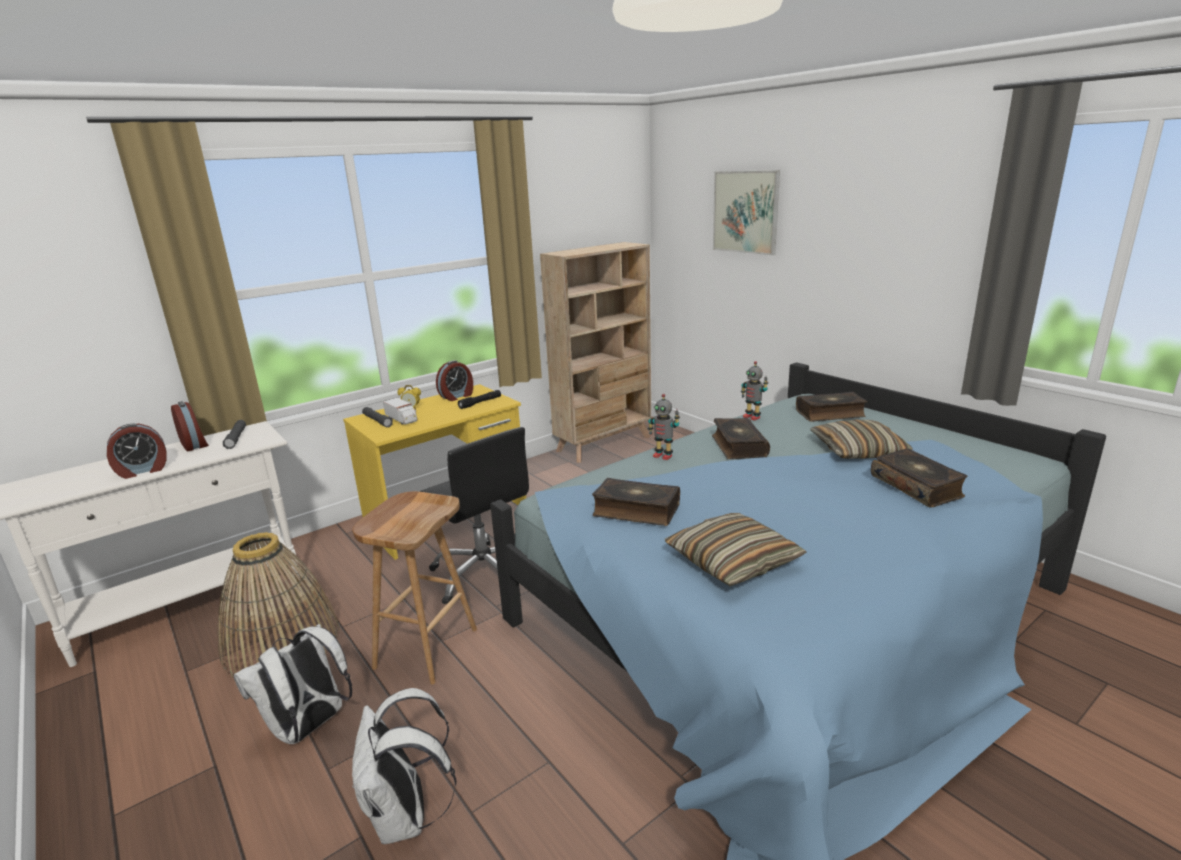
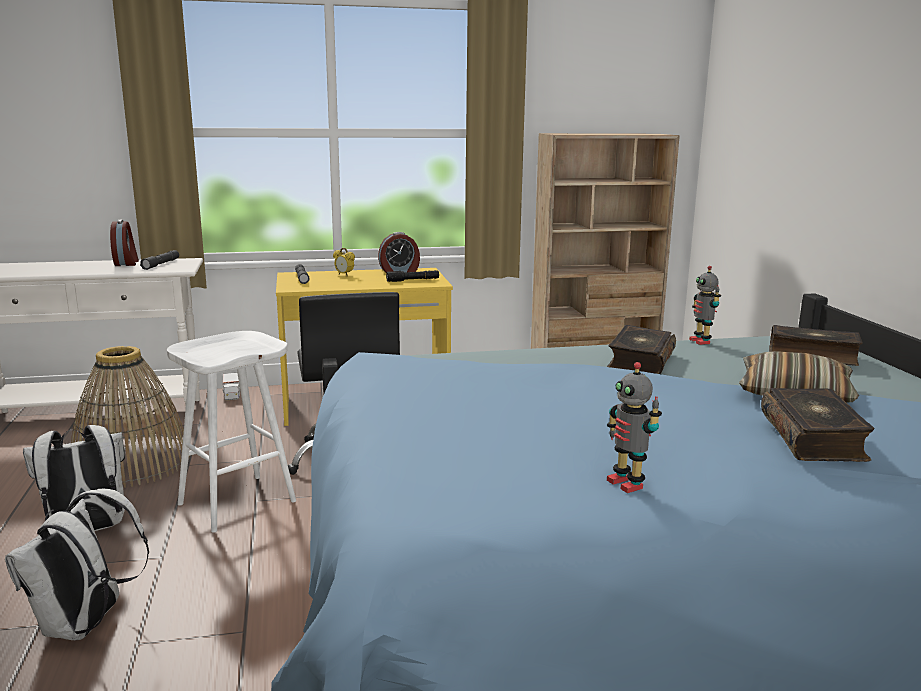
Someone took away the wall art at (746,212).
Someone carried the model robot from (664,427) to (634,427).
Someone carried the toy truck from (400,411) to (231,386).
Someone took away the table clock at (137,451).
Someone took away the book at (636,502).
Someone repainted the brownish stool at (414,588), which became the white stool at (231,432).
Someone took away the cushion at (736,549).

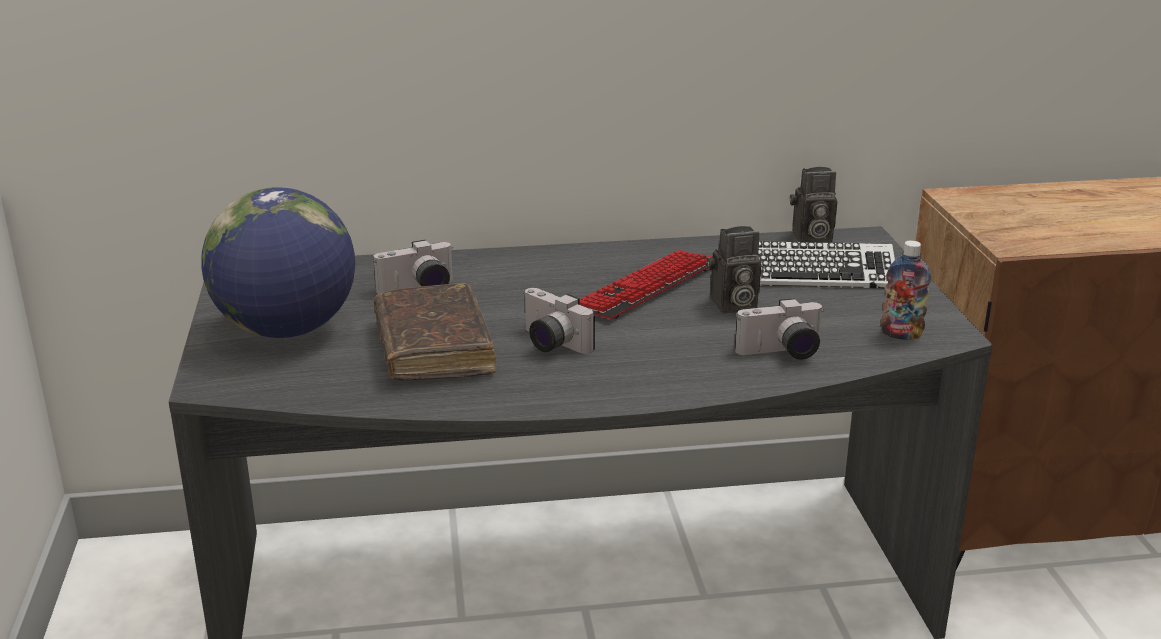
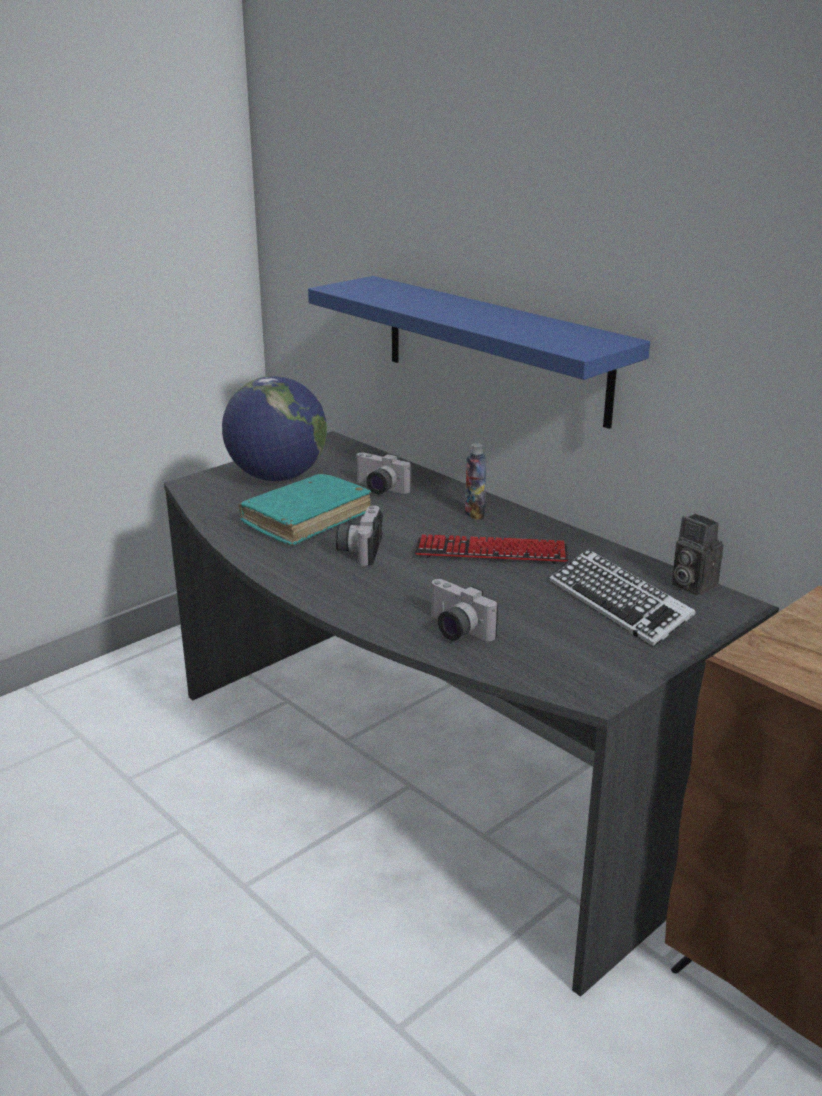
Someone took away the photo camera at (734,269).
Someone carried the drink bottle from (906,290) to (475,481).
Someone repainted the brownish book at (435,331), which became the turquoise-coloured book at (305,510).
Someone put up the blue-coloured shelf at (479,352).

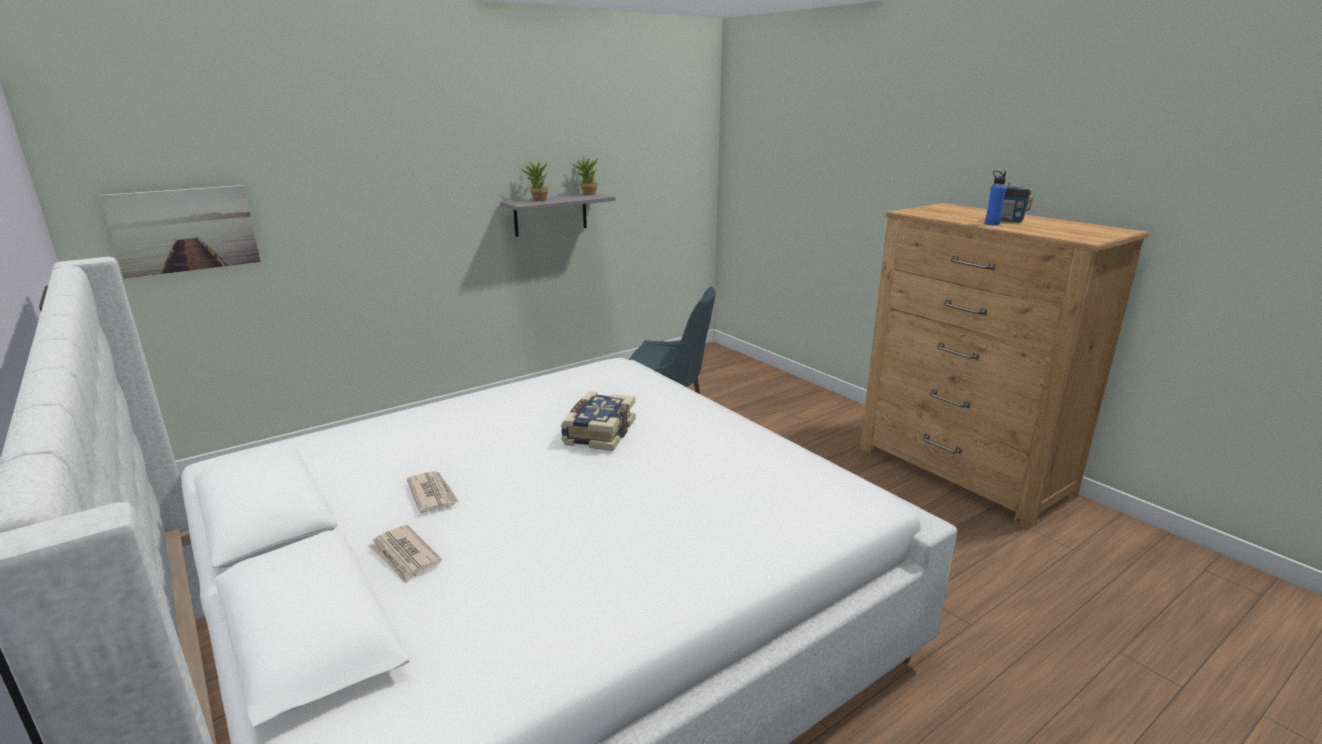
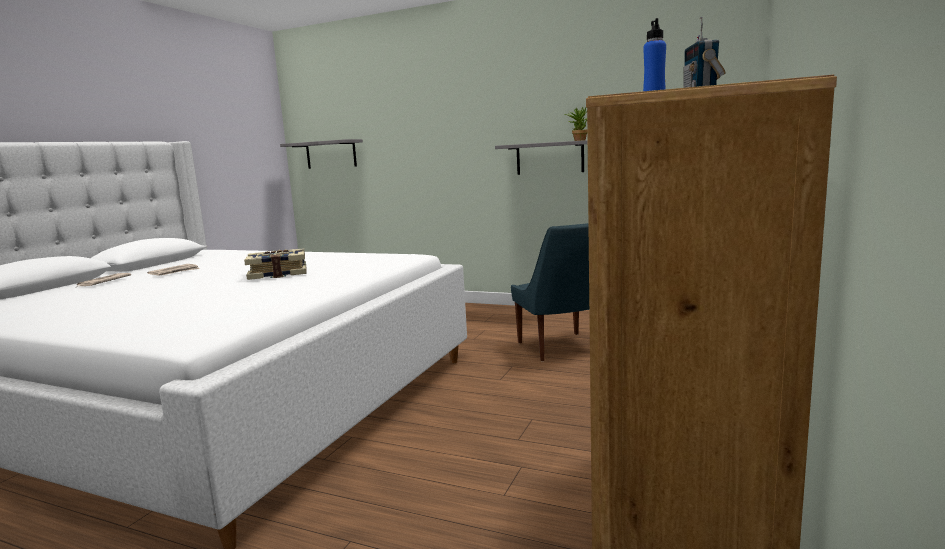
Someone took away the potted plant at (534,180).
Someone swapped the wall art at (180,231) for the gray shelf at (321,154).

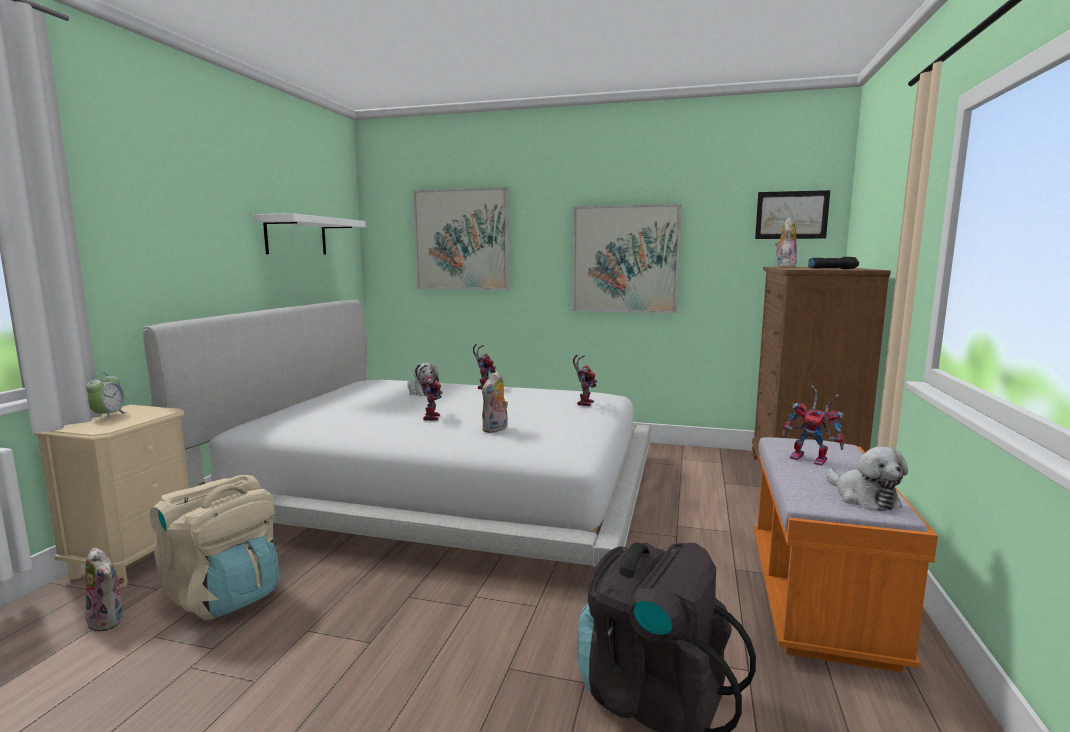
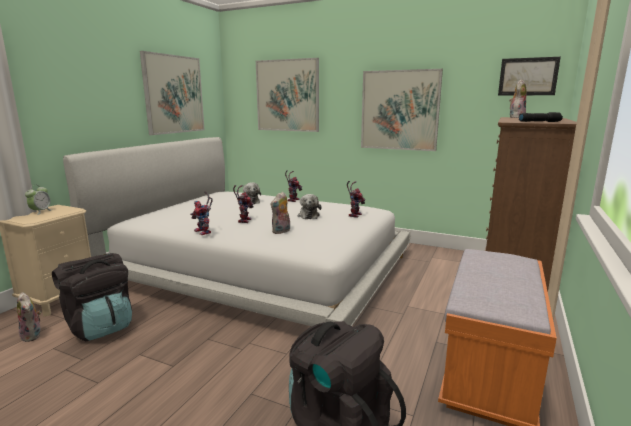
Someone swapped the white shelf at (309,234) for the wall art at (172,93).
Someone carried the model robot from (813,425) to (201,213).
Someone carried the cuddly toy from (867,478) to (310,206).
Someone repainted the beige knapsack at (214,547), which became the blackish knapsack at (92,297).

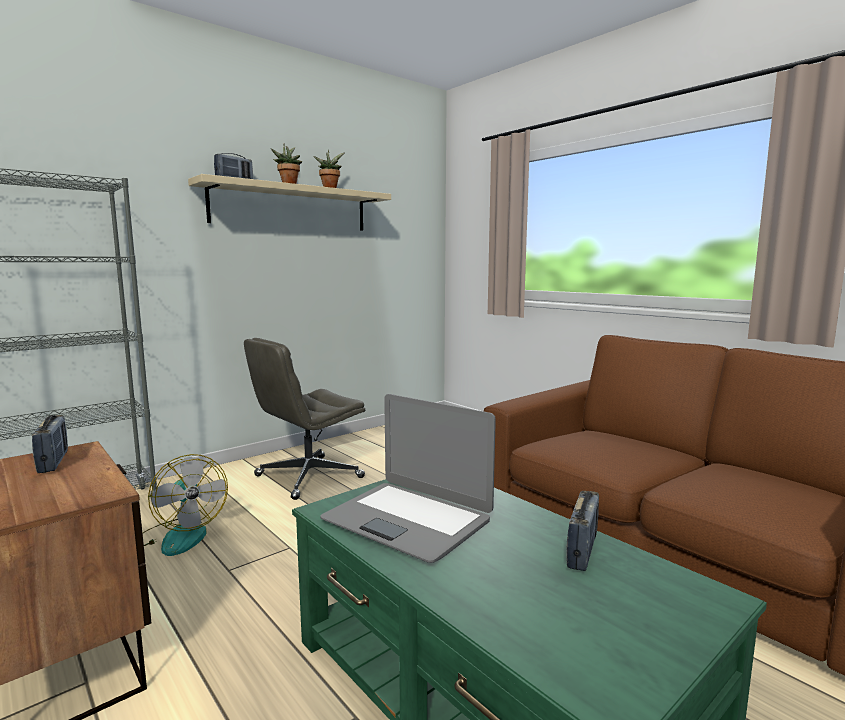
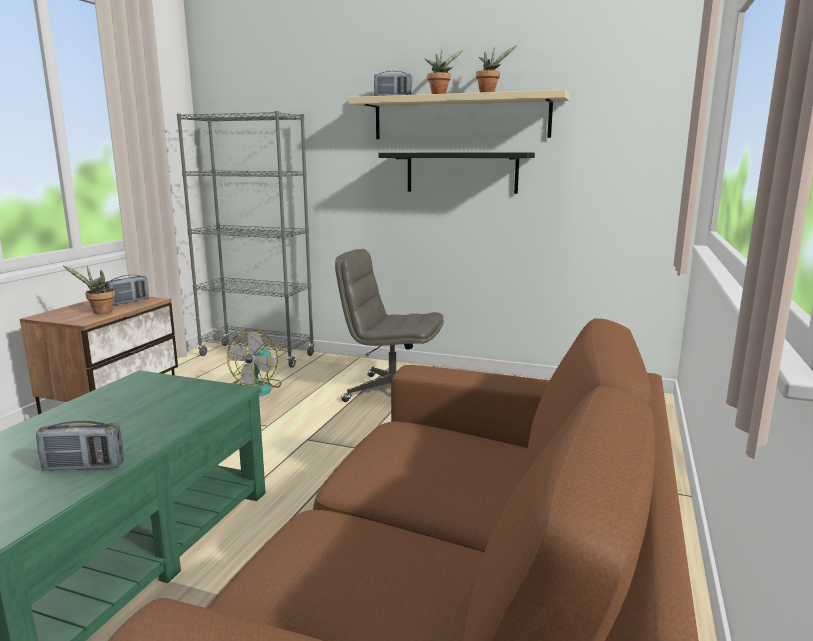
Someone took away the notebook computer at (408,478).
Someone put up the blackish shelf at (456,173).
Someone put down the potted plant at (89,290).

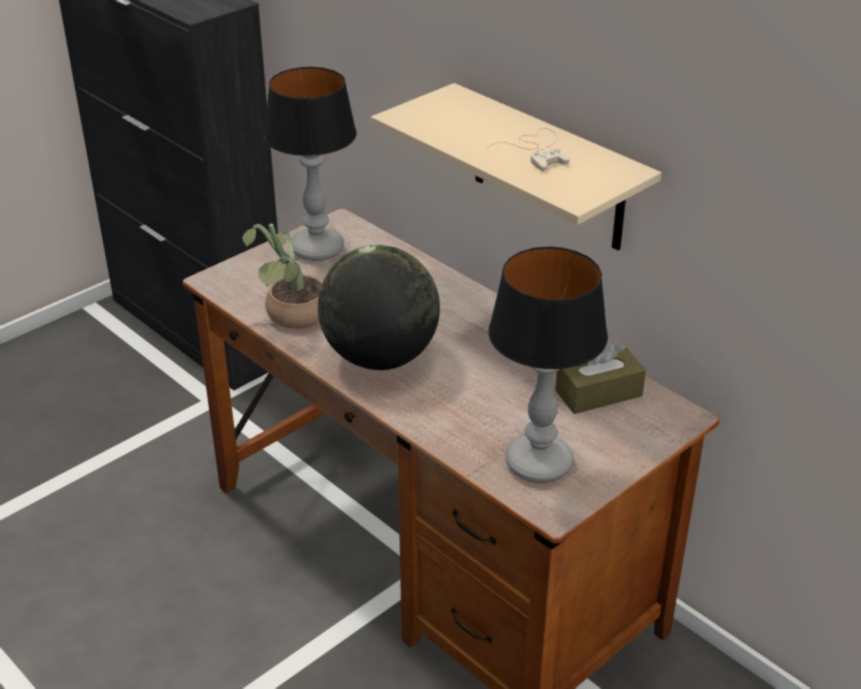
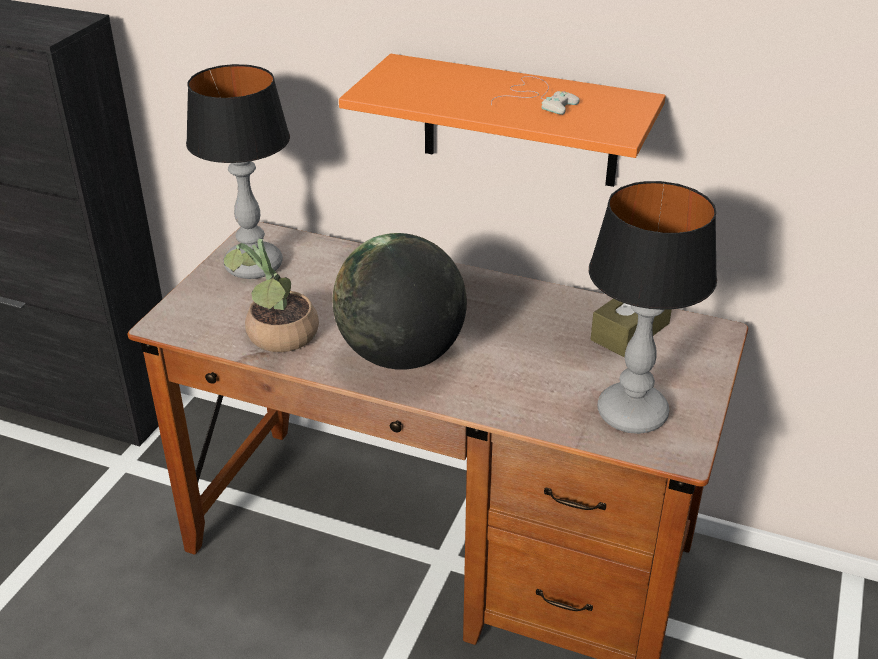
Someone repainted the beige shelf at (516,166), which became the orangey shelf at (502,120).

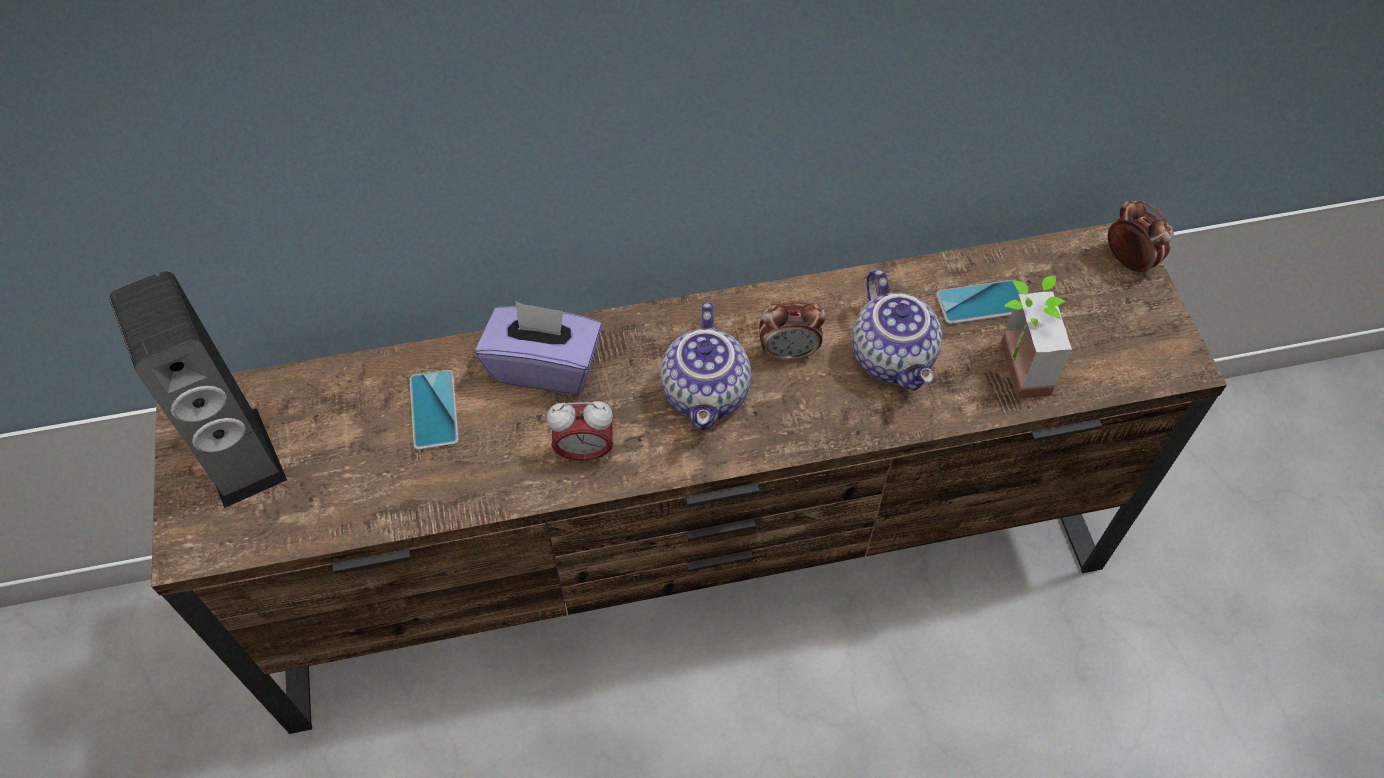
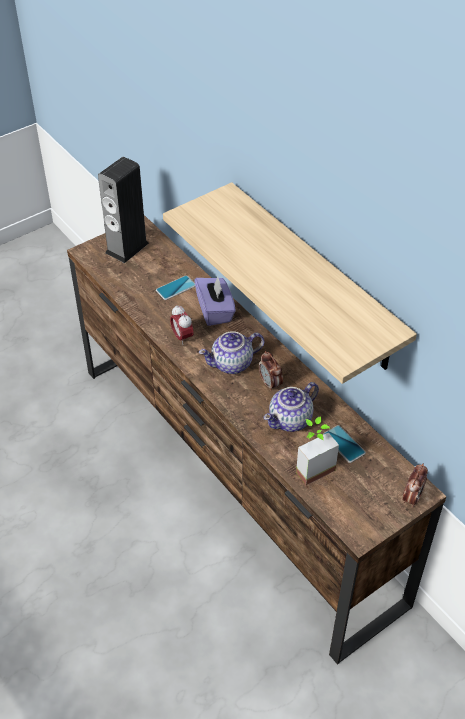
Someone put up the shelf at (290,283).

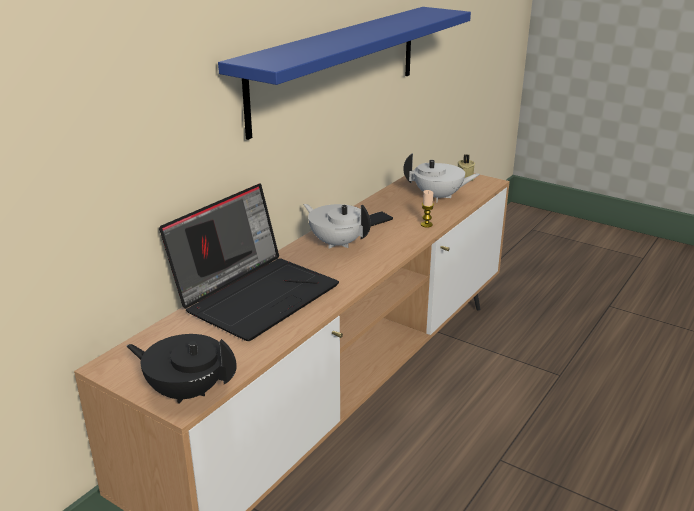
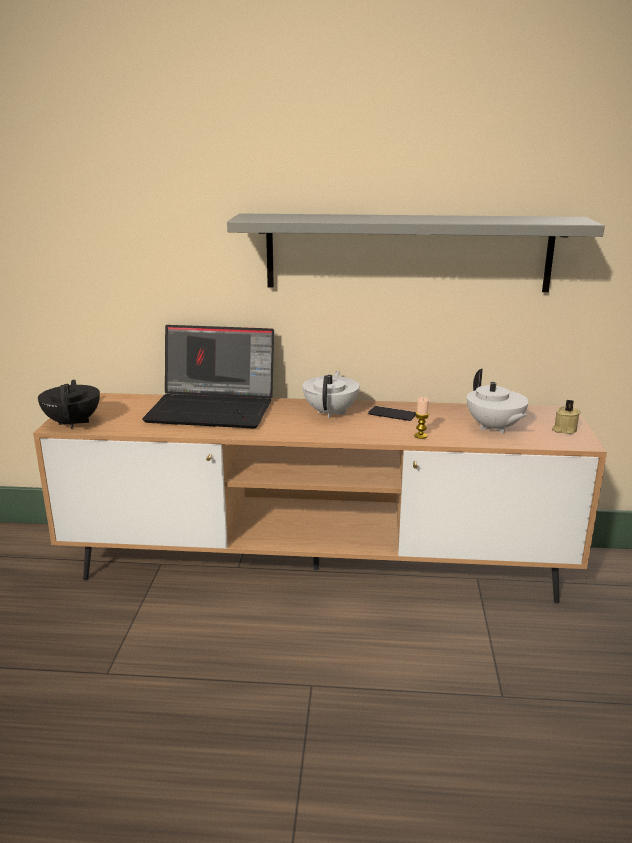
Someone repainted the blue-coloured shelf at (344,73), which became the gray shelf at (416,252).

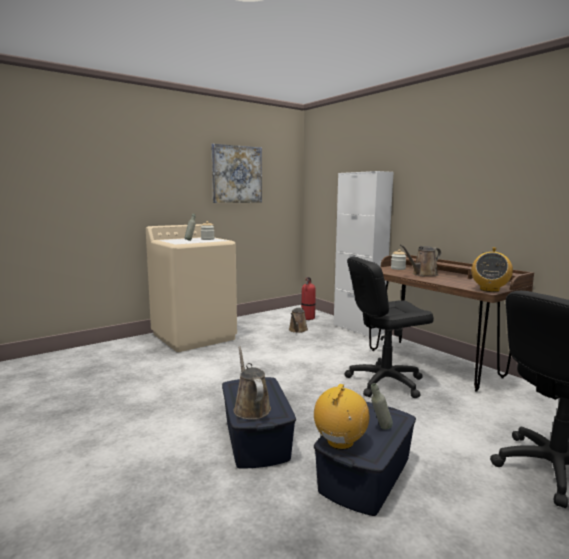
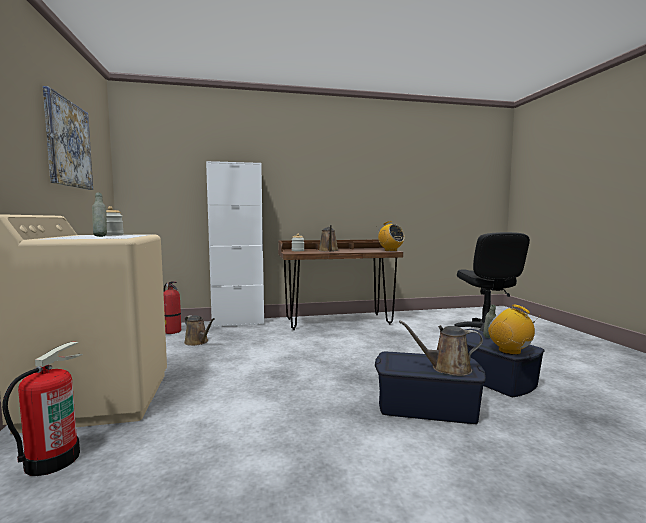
Someone took away the blackish desk chair at (389,327).
Someone put down the extinguisher at (42,409).

